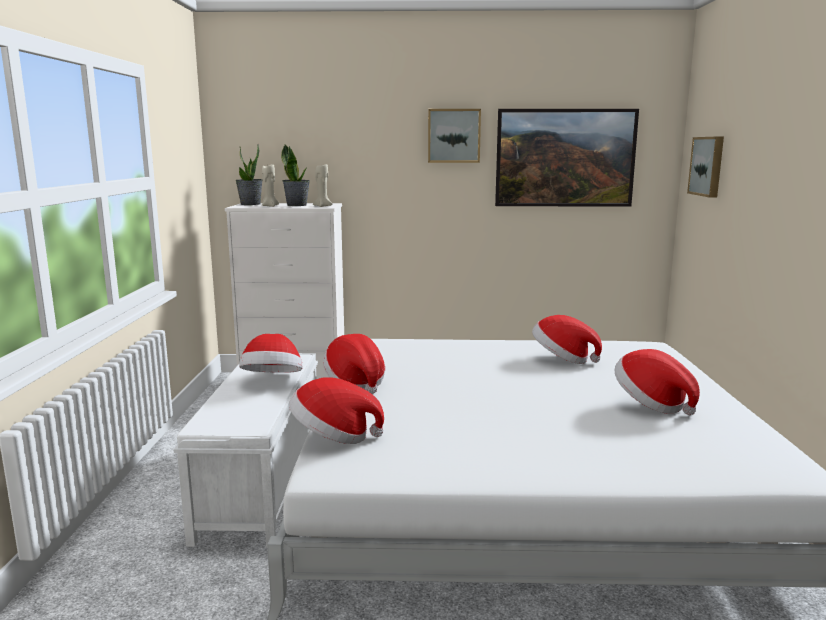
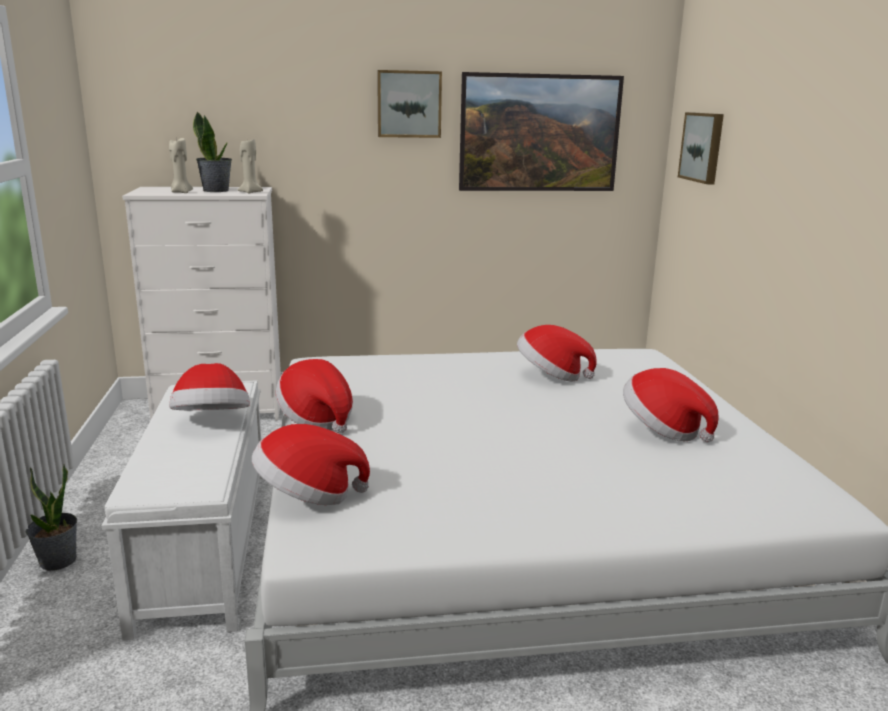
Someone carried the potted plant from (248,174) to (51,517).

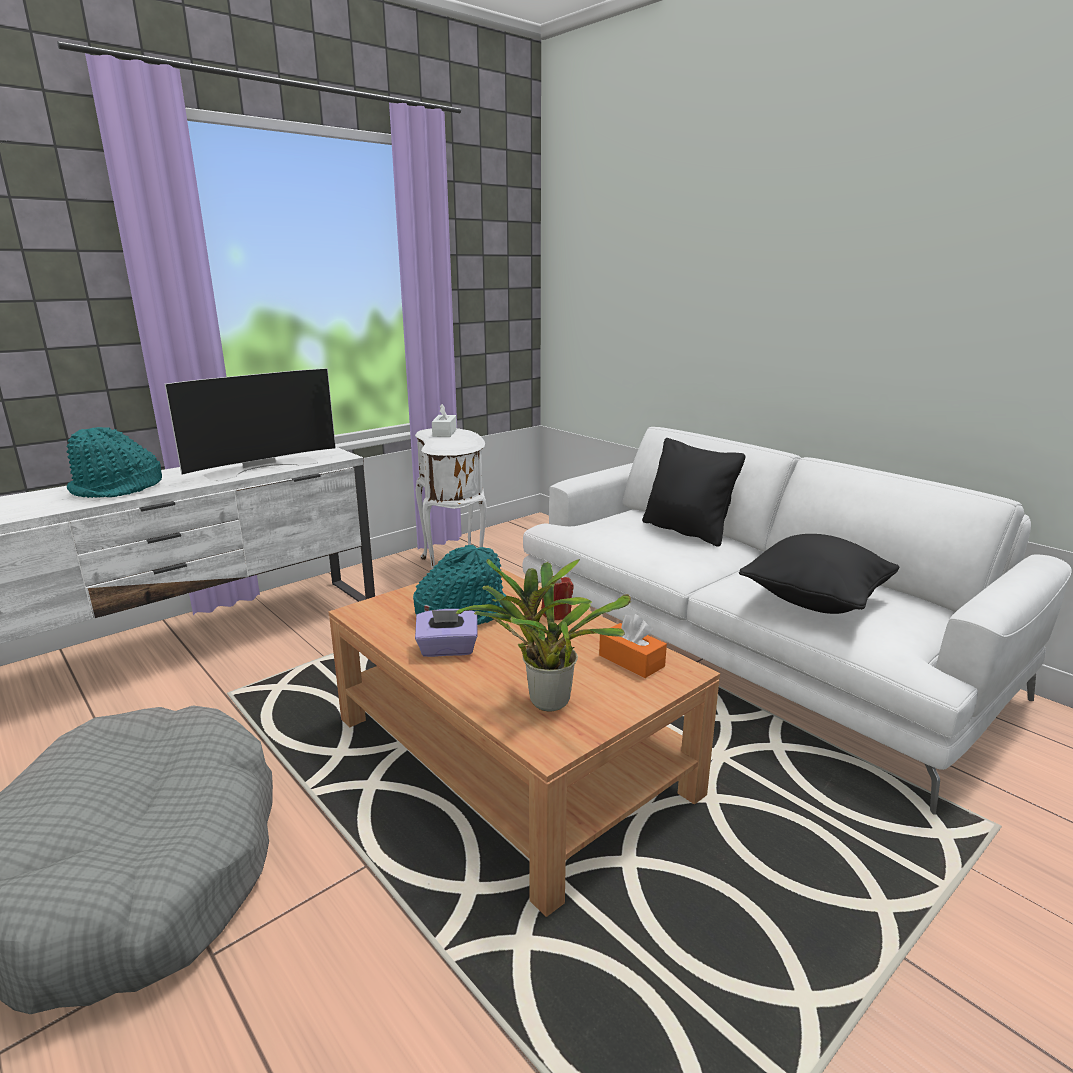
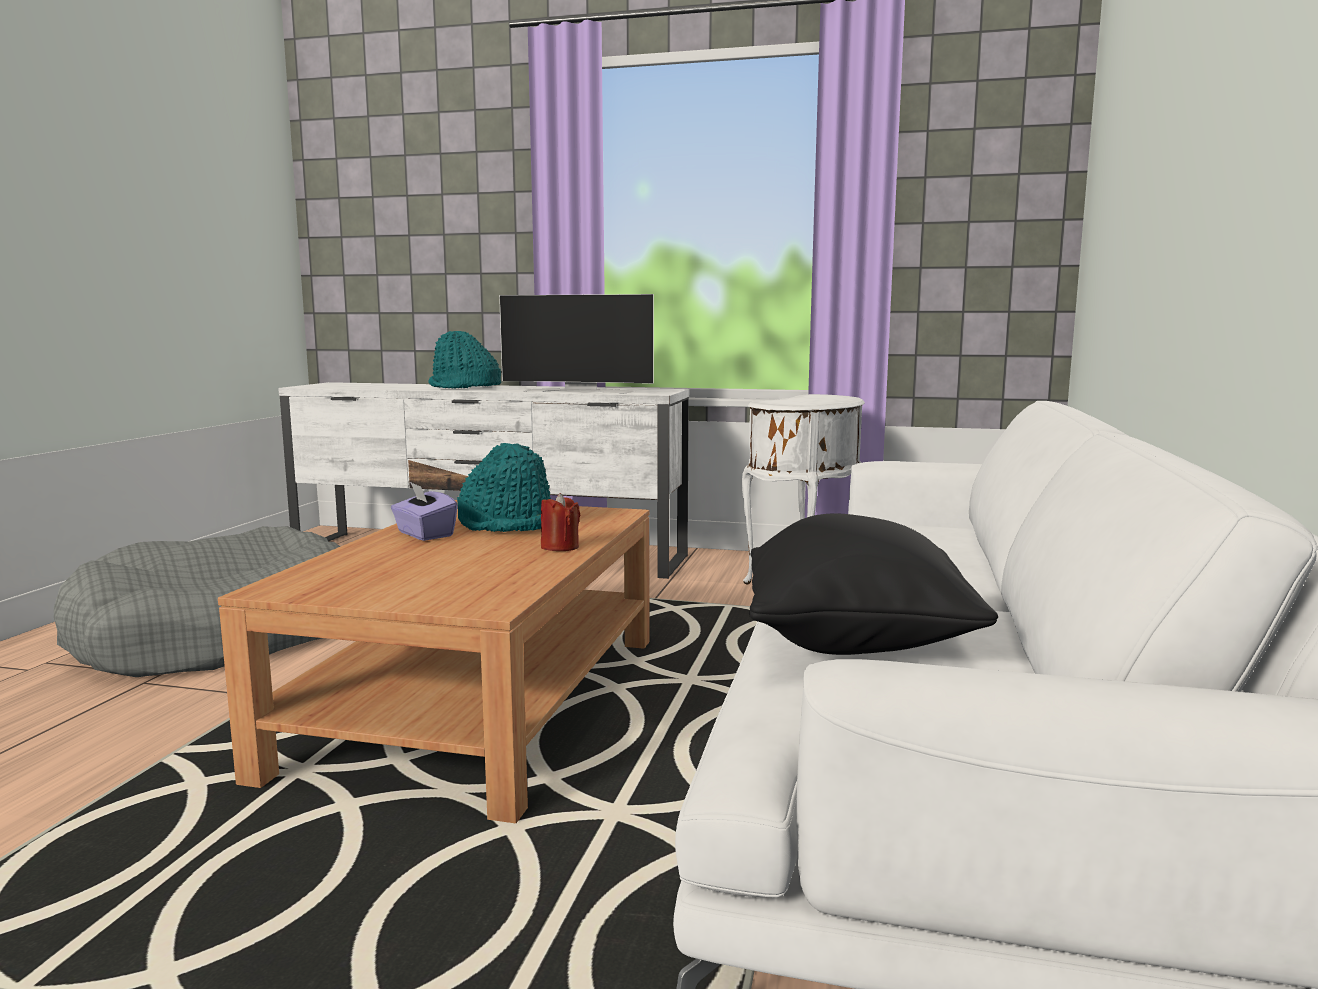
Someone took away the white box of tissues at (444,420).
Someone took away the blackish cushion at (693,492).
Someone took away the potted plant at (543,635).
Someone took away the orangey box of tissues at (633,646).

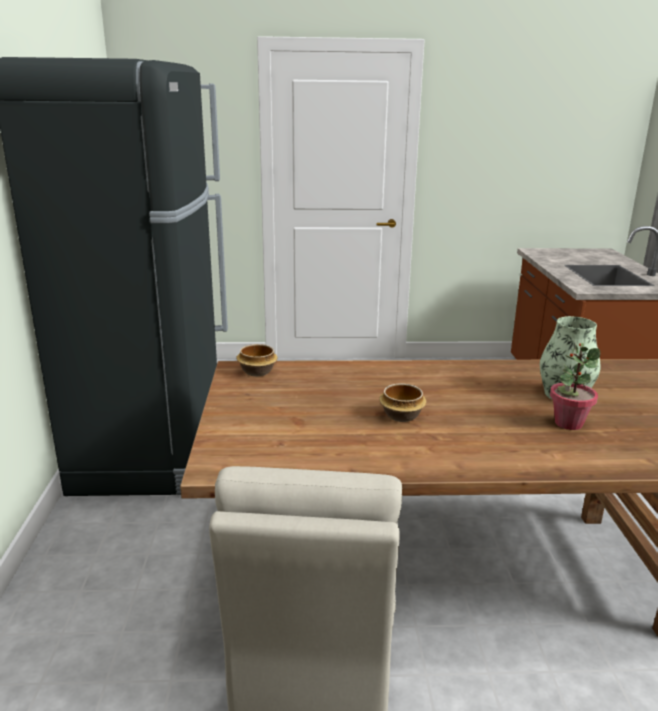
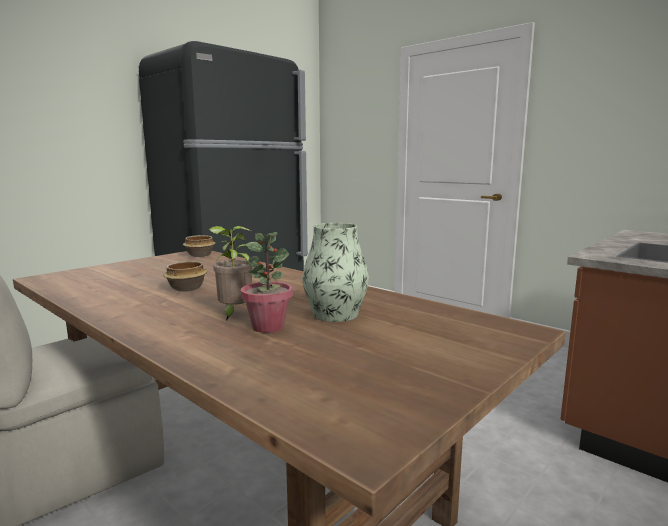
Someone put down the potted plant at (231,273).

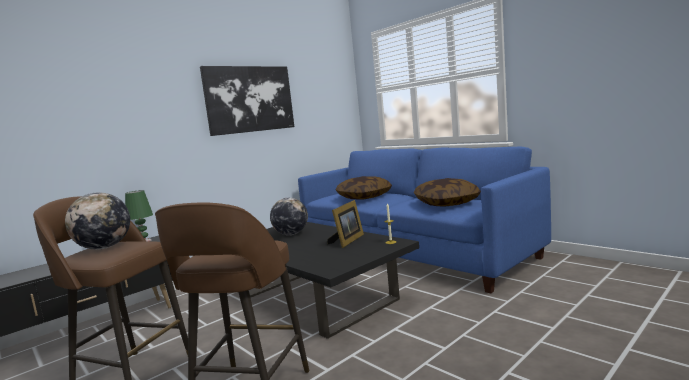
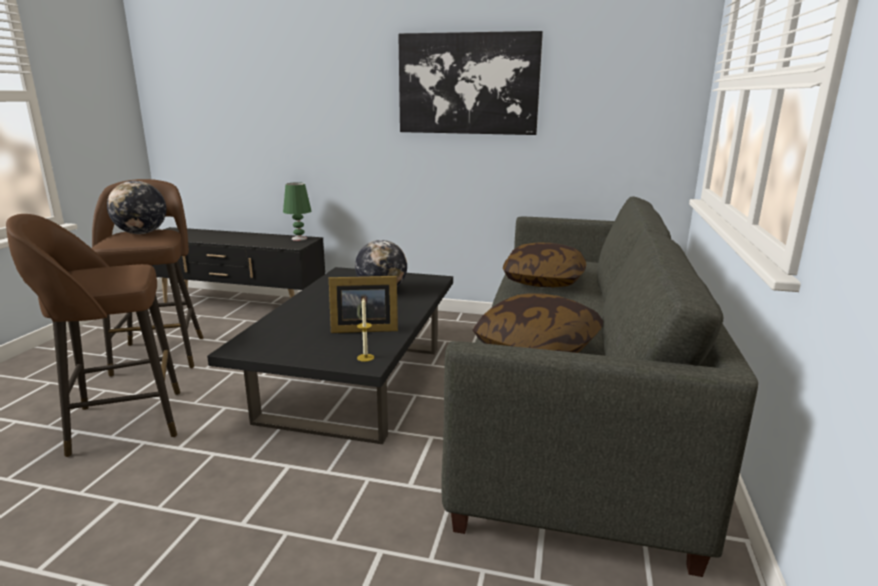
Someone repainted the blue-coloured settee at (424,220), which became the gray settee at (600,386).

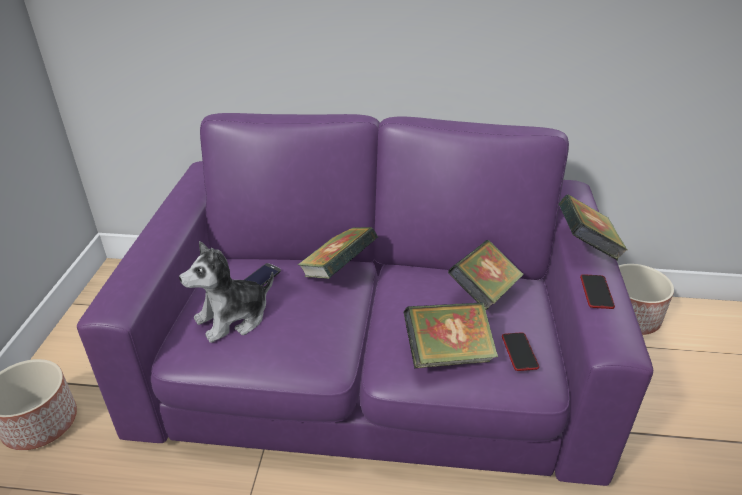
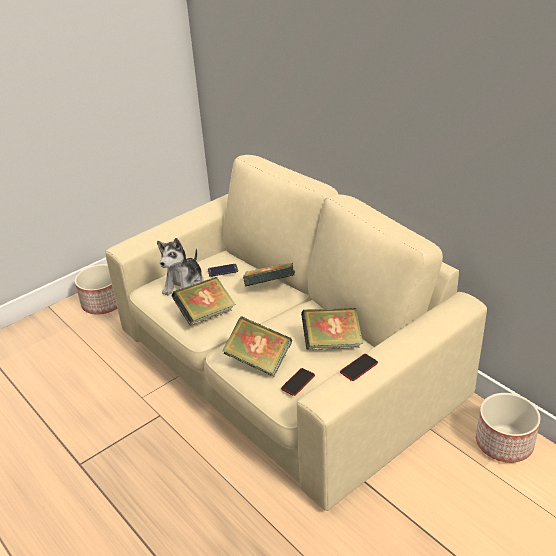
Someone repainted the purplish settee at (365,299), which became the beige settee at (296,333).
Someone carried the book from (593,227) to (204,301).
Someone rotated the cuddly toy at (226,292) by 75 degrees counterclockwise.

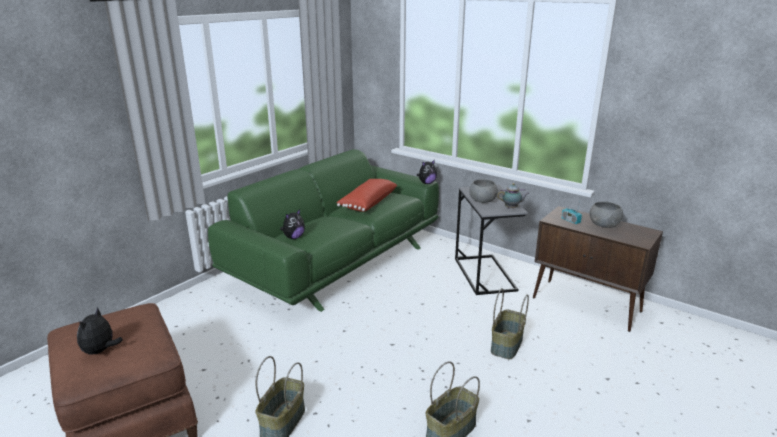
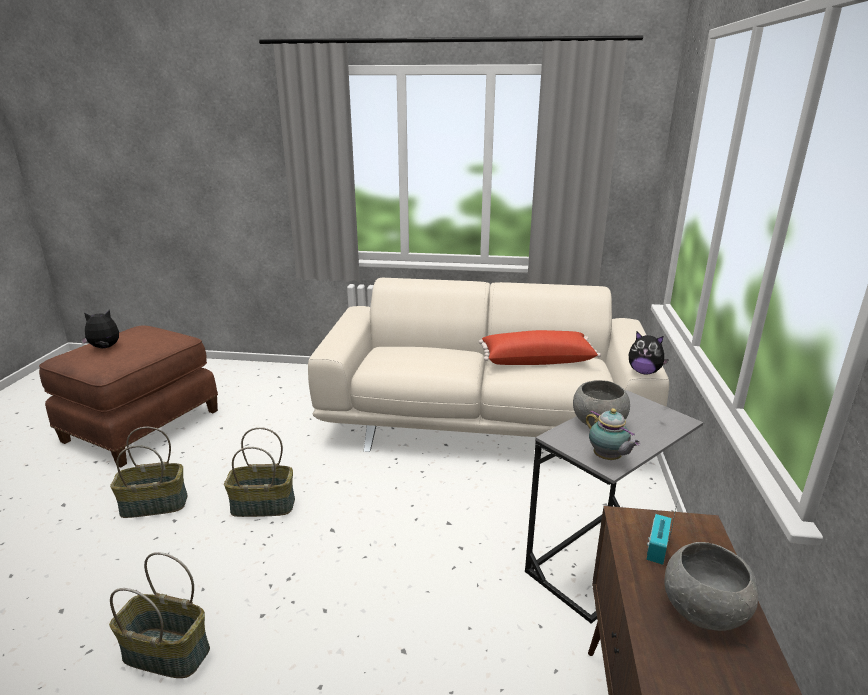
Someone repainted the greenish settee at (323,230), which became the beige settee at (488,365).
Someone took away the cuddly toy at (292,224).
Someone carried the storage basket from (510,323) to (259,472).

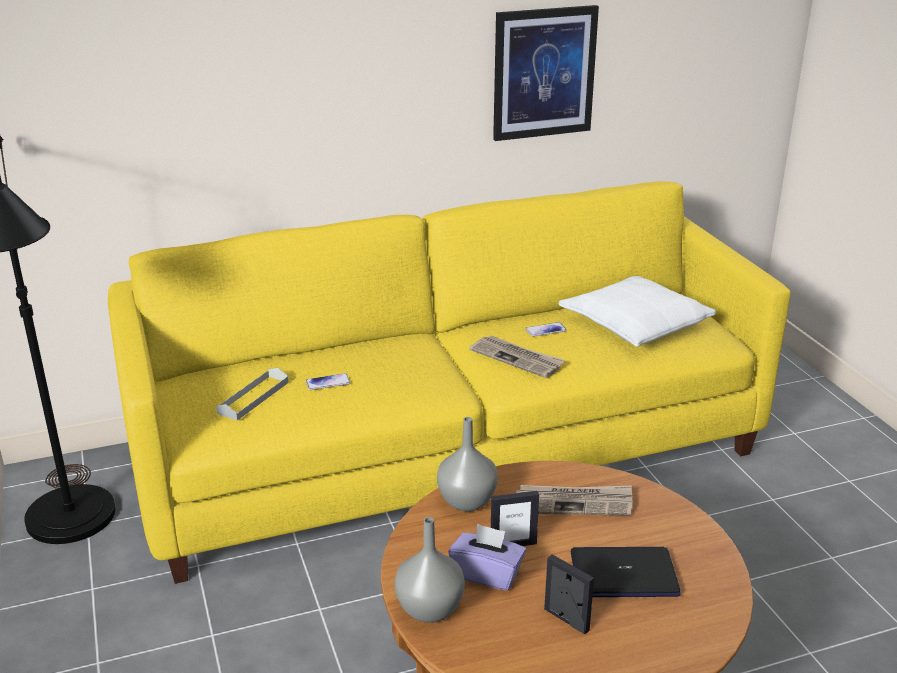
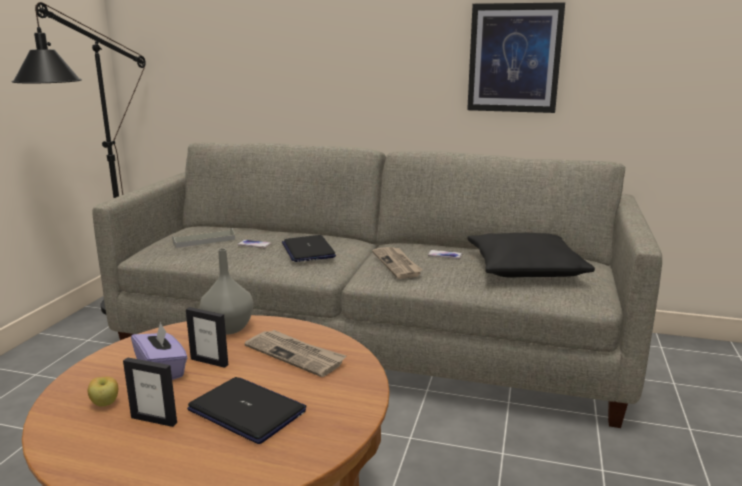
Someone repainted the yellow-coloured settee at (449,382), which became the gray settee at (377,285).
Someone repainted the white cushion at (637,311), which became the blackish cushion at (531,255).
Someone took away the gray decorative vase at (430,570).
Someone rotated the standing frame at (569,594) by 120 degrees clockwise.
Someone put down the notebook computer at (309,248).
Someone put down the apple at (103,391).

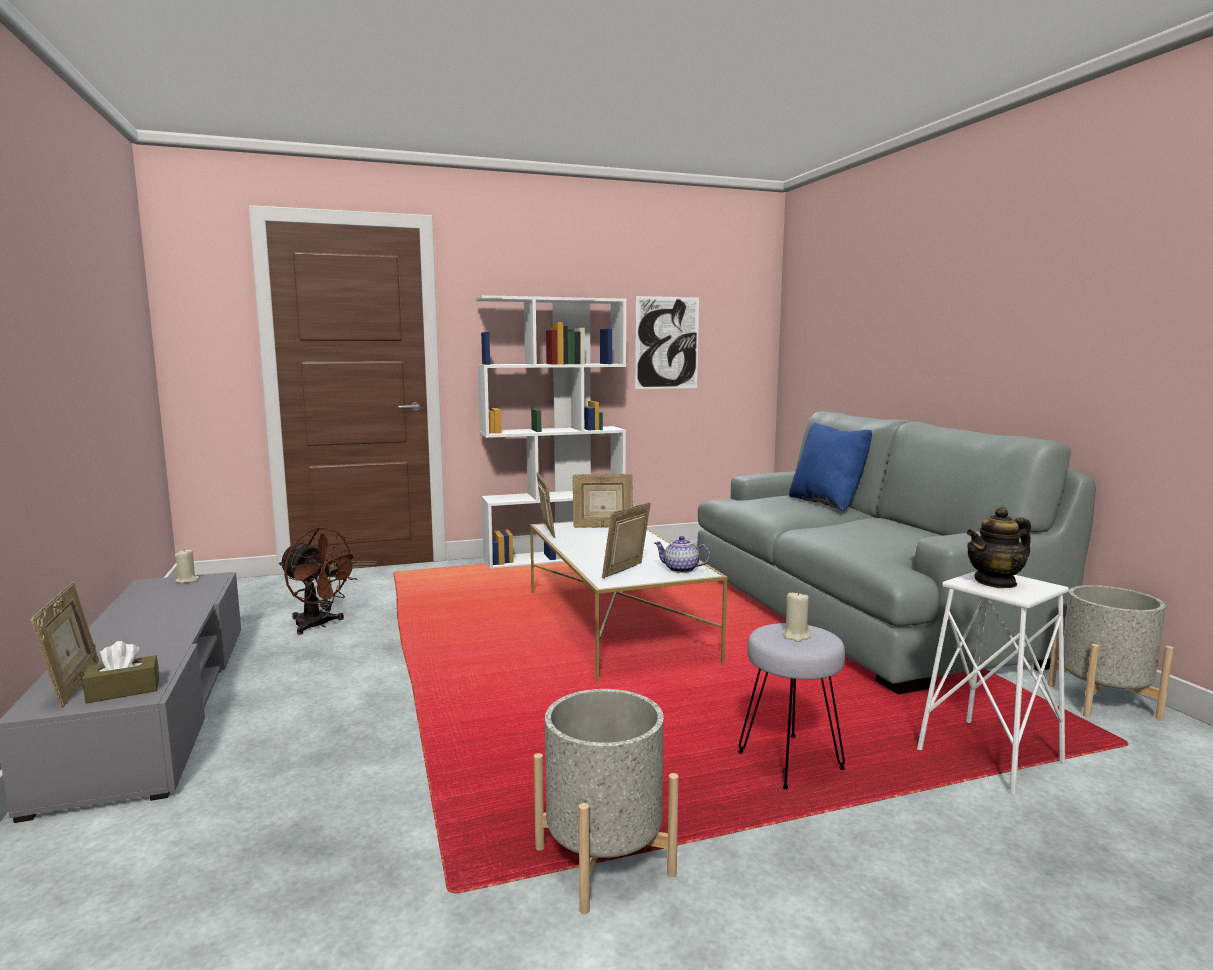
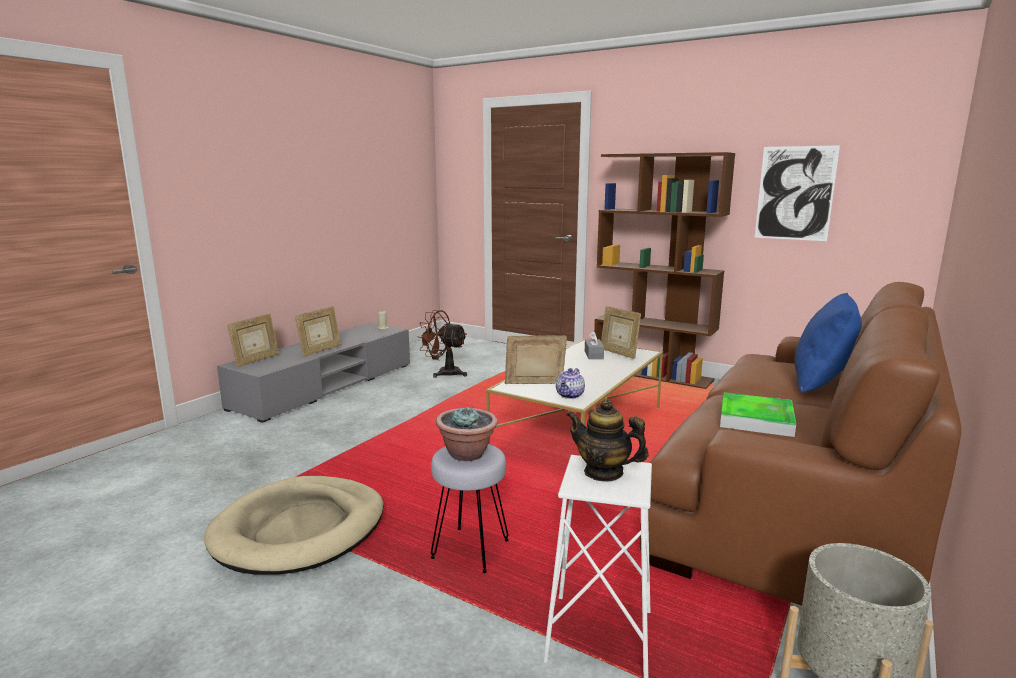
Someone repainted the white bookshelf at (551,432), which became the brownish bookshelf at (664,270).
Someone repainted the gray settee at (896,552), which became the brownish settee at (800,444).
Someone carried the standing frame from (546,505) to (318,331).
Someone rotated the brownish fan at (320,581) by 120 degrees clockwise.
Someone rotated the teapot at (682,554) by 135 degrees counterclockwise.
Someone swapped the beige wax candle at (796,616) for the potted plant at (467,433).
Someone took away the brownish box of tissues at (120,672).
Someone swapped the gray planter at (606,801) for the beige dog cushion at (294,525).
Someone put down the gray box of tissues at (594,345).
Someone put down the carrying tray at (758,414).

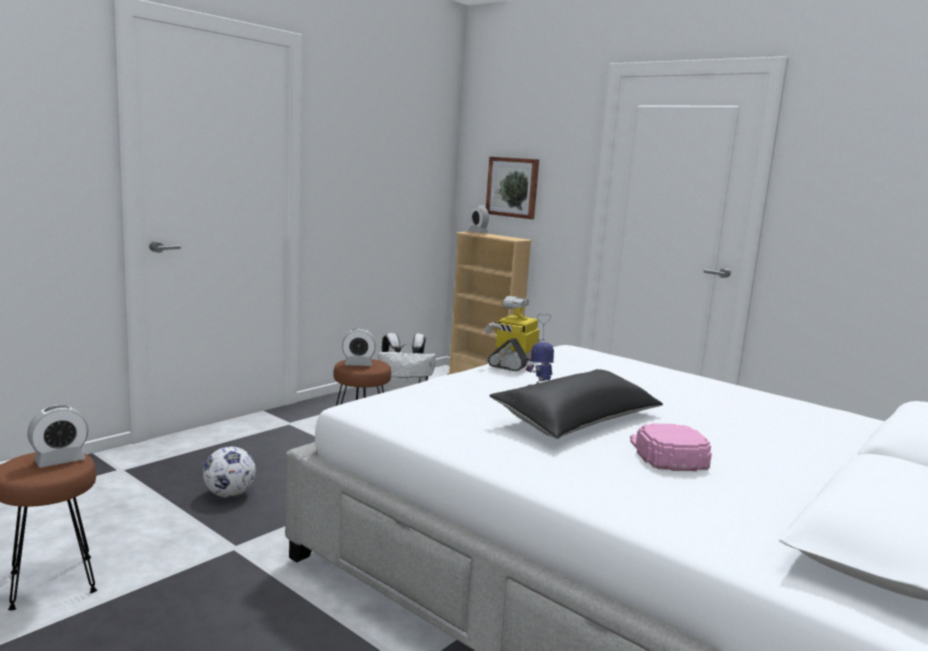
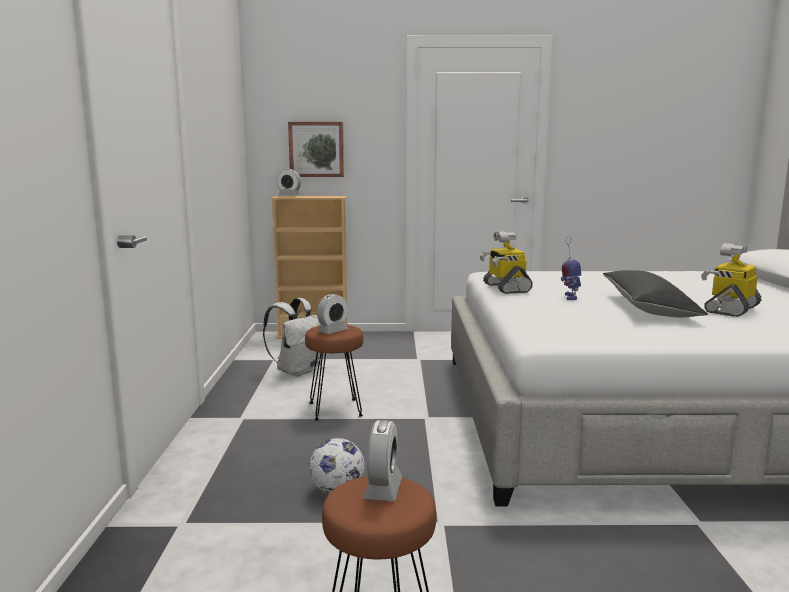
Someone swapped the pinkish peaked cap at (671,447) for the model robot at (731,280).

